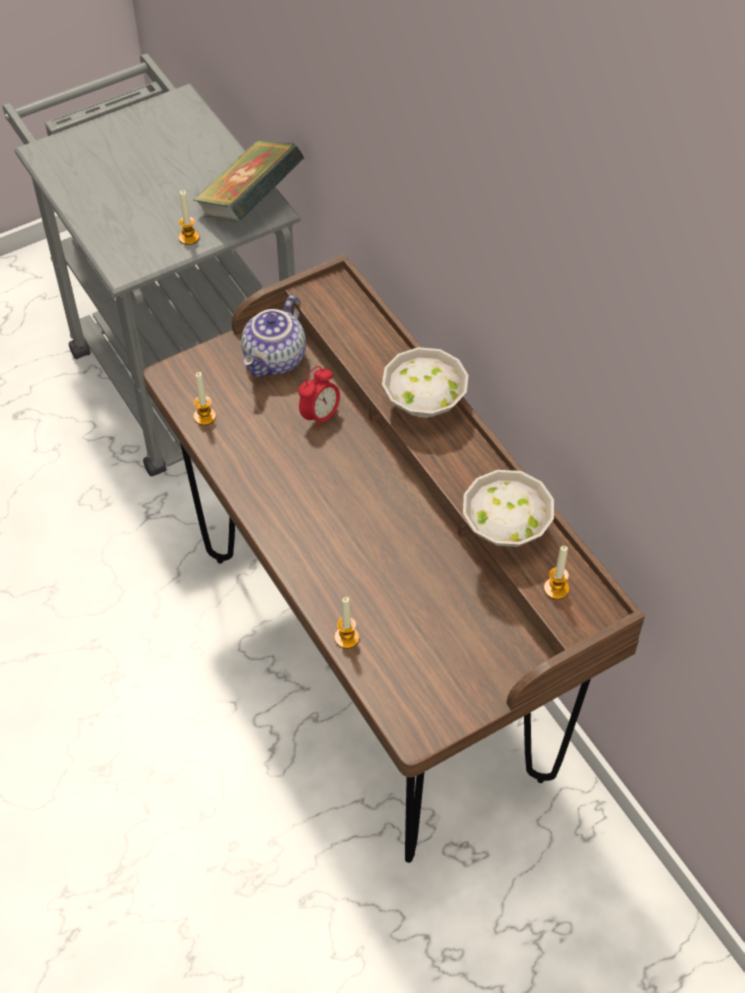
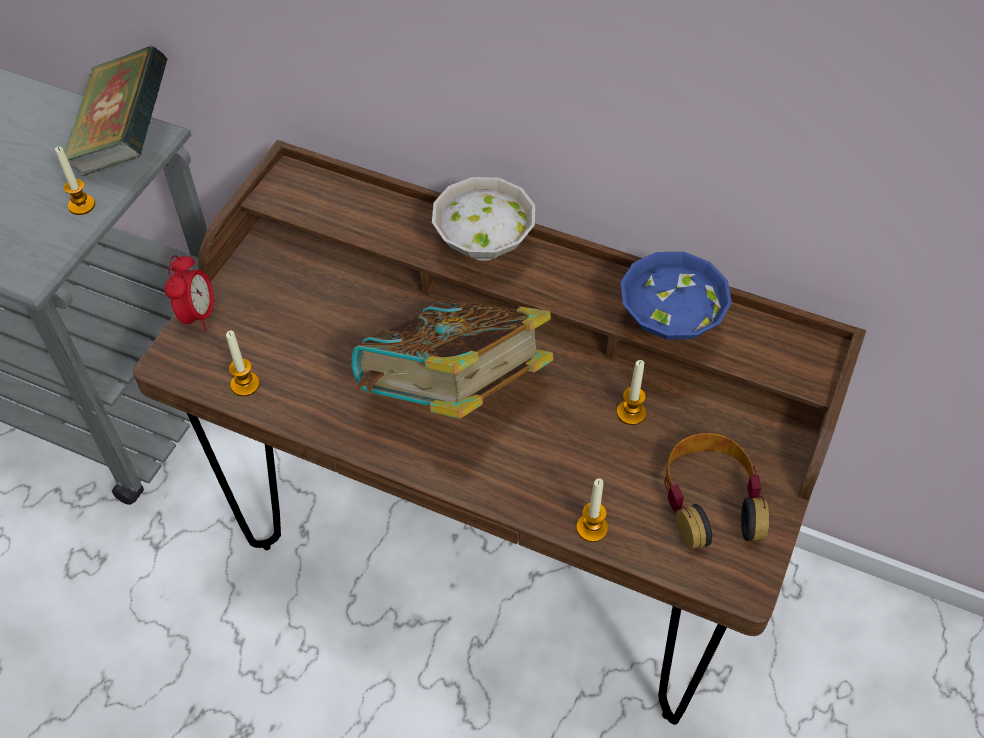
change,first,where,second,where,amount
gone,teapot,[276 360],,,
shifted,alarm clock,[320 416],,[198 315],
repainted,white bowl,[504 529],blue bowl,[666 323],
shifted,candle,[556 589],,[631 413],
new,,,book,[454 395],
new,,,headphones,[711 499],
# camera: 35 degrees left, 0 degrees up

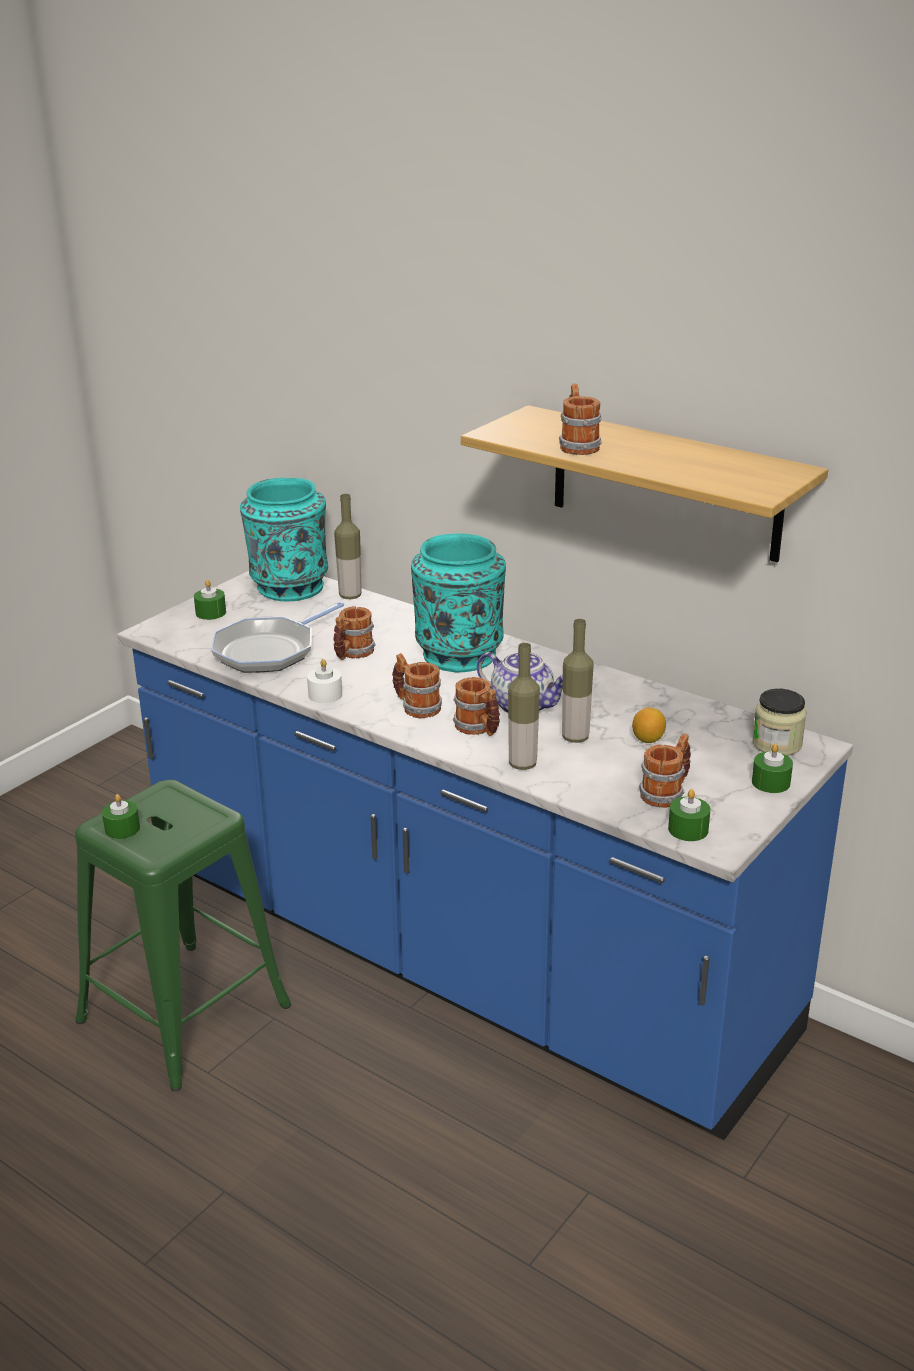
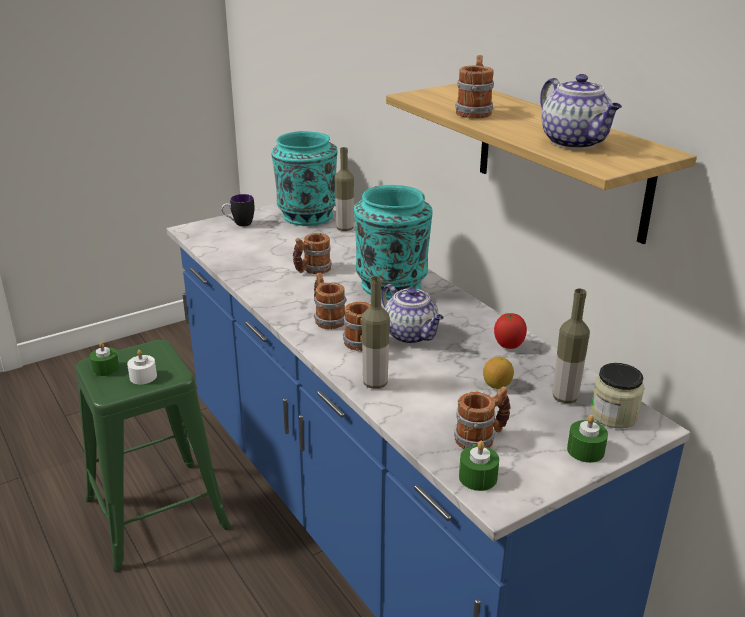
change,first,where,second,where,amount
swapped,green candle,[211 613],mug,[239 224],
gone,frying pan,[269 650],,,
shifted,bottle,[575 737],,[565 398],
shifted,white candle,[325 695],,[143 376],
new,,,teapot,[575 142],
new,,,tomato,[508 346],
# camera: 20 degrees right, 0 degrees up

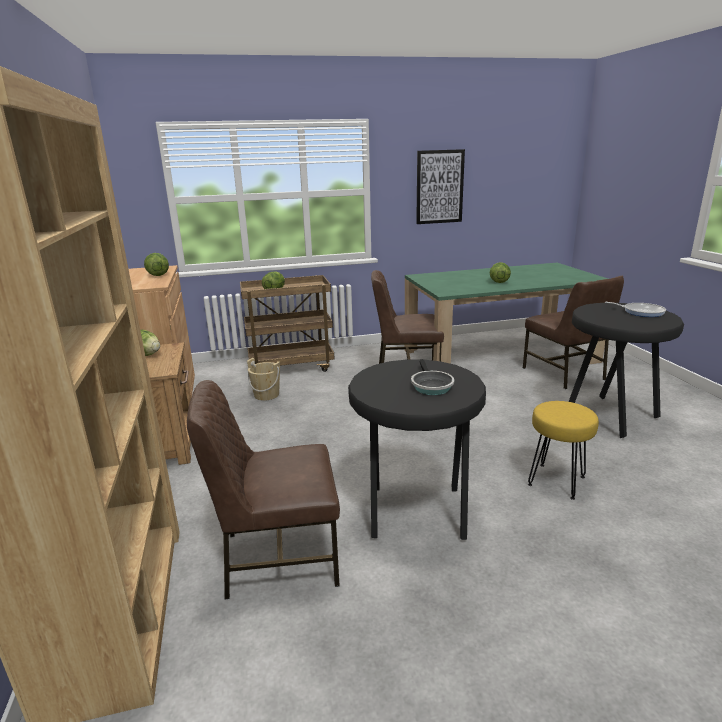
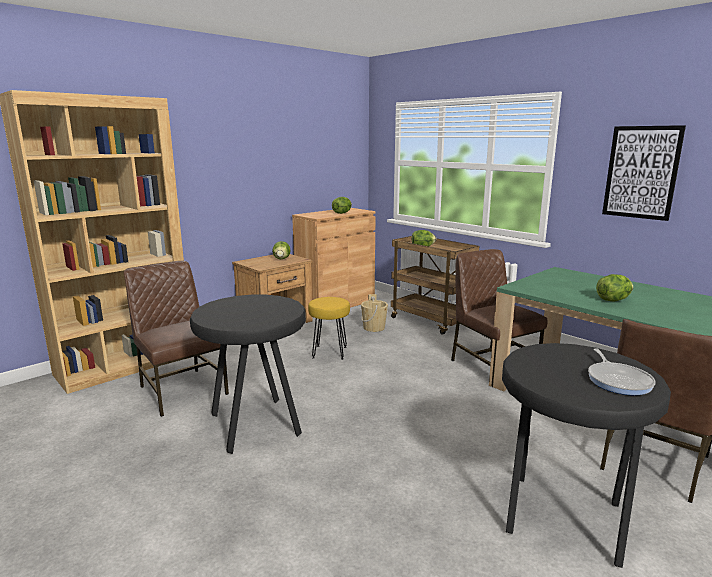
change,first,where,second,where,amount
gone,frying pan,[430 386],,,
shifted,yellow stool,[556 480],,[330 352],
# camera: 60 degrees right, 5 degrees down

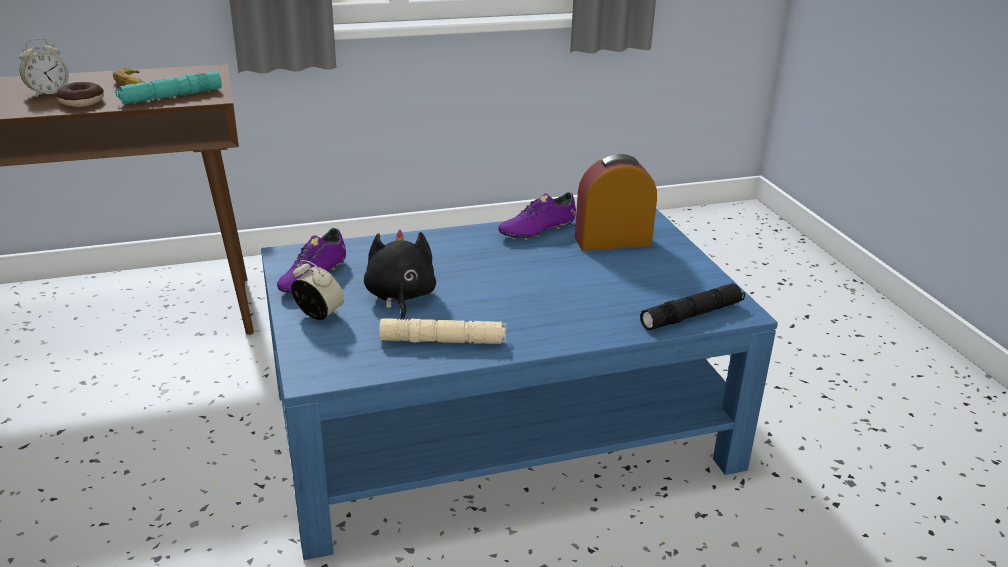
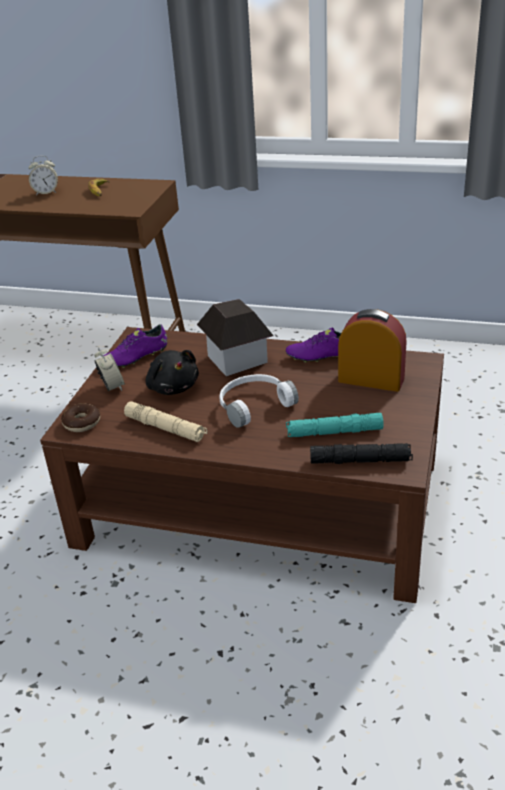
change,first,where,second,where,amount
shifted,turquoise flashlight,[171 96],,[334 432],
shifted,donut,[82 102],,[82 423],
repainted,blue coffee table,[498 427],brown coffee table,[258 502],
rotated,black plush toy,[400 297],,[172 387],120 degrees clockwise
new,,,toy house,[237 359],
new,,,white headphones,[254 405],
# camera: 35 degrees right, 5 degrees up

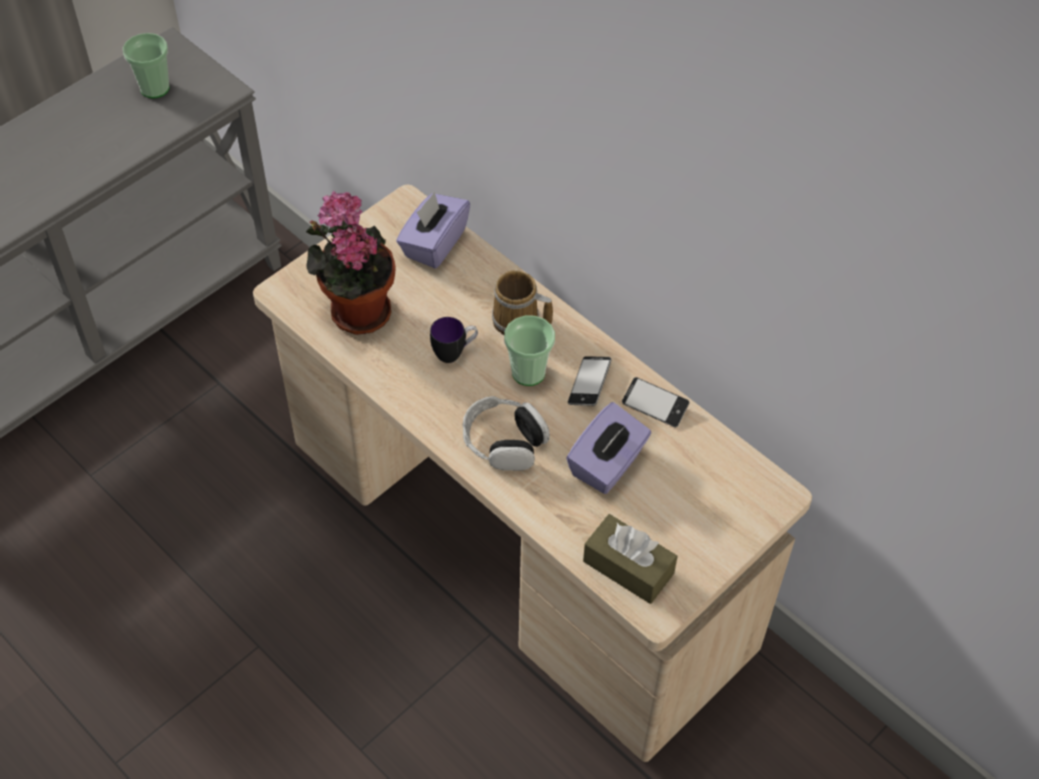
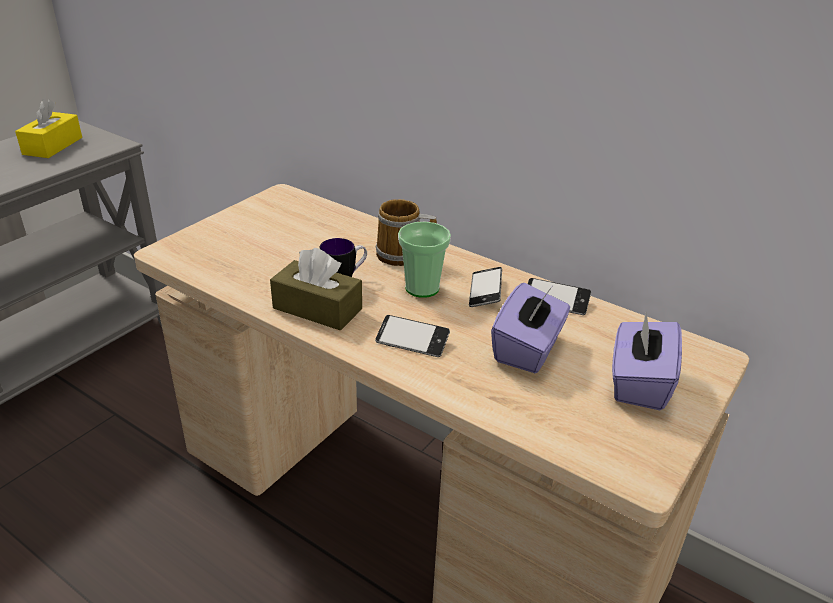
change,first,where,second,where,amount
swapped,cup,[155 88],yellow tissue box,[53 146],
gone,potted plant,[356 309],,,
shifted,purple tissue box,[434 244],,[638 383],
swapped,headphones,[504 442],phone,[412 341],
shifted,brown tissue box,[628 567],,[317 308],
# camera: 10 degrees left, 20 degrees down

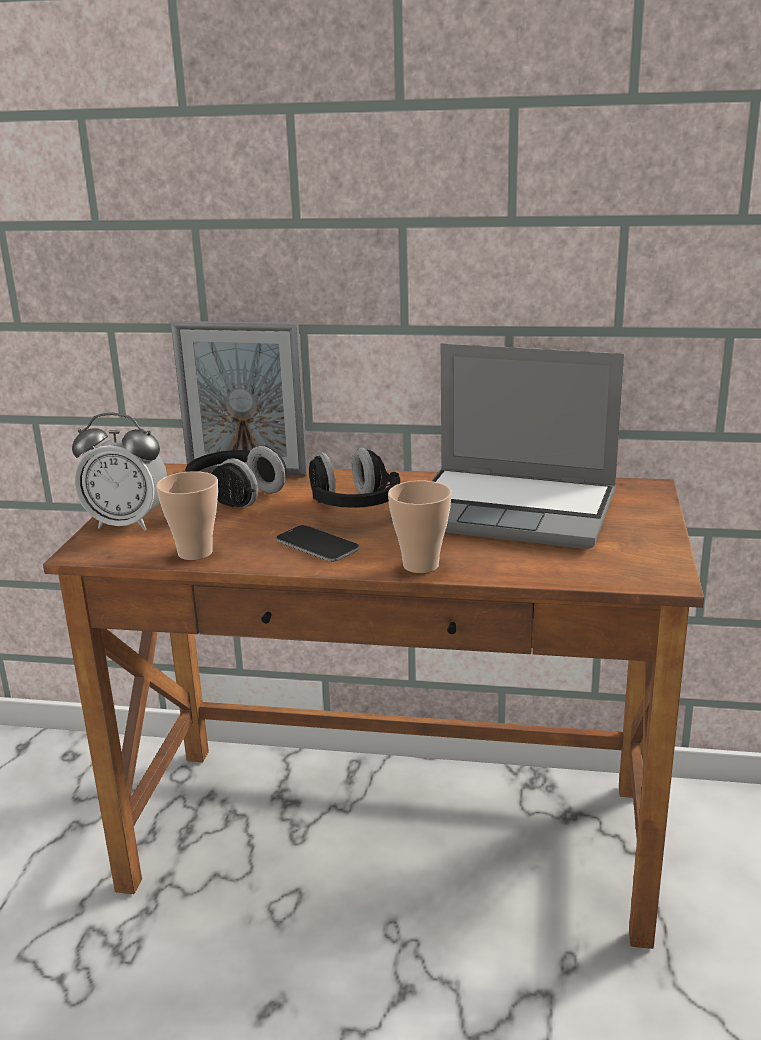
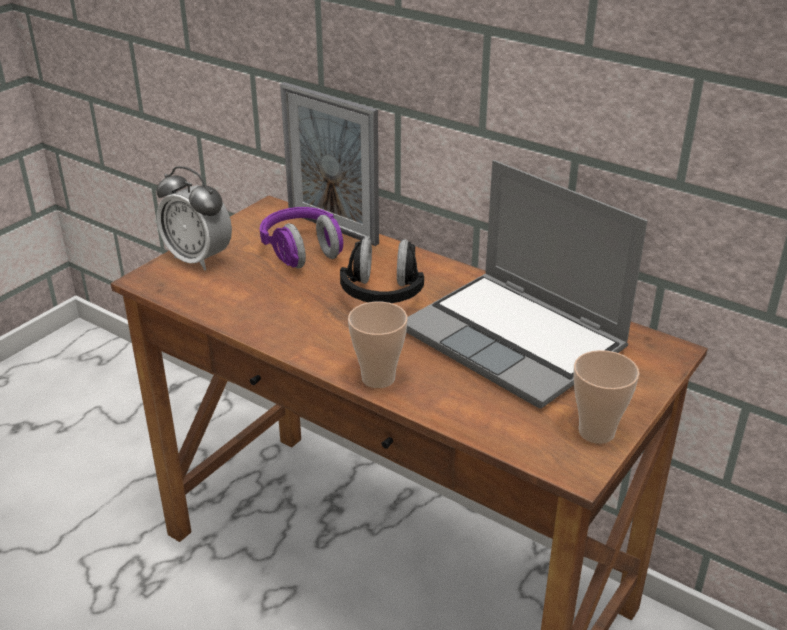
change,first,where,second,where,amount
repainted,black headphones,[236 495],purple headphones,[302 252],
shifted,cup,[195 553],,[596 432],
gone,phone,[317 545],,,
# camera: 25 degrees right, 10 degrees up

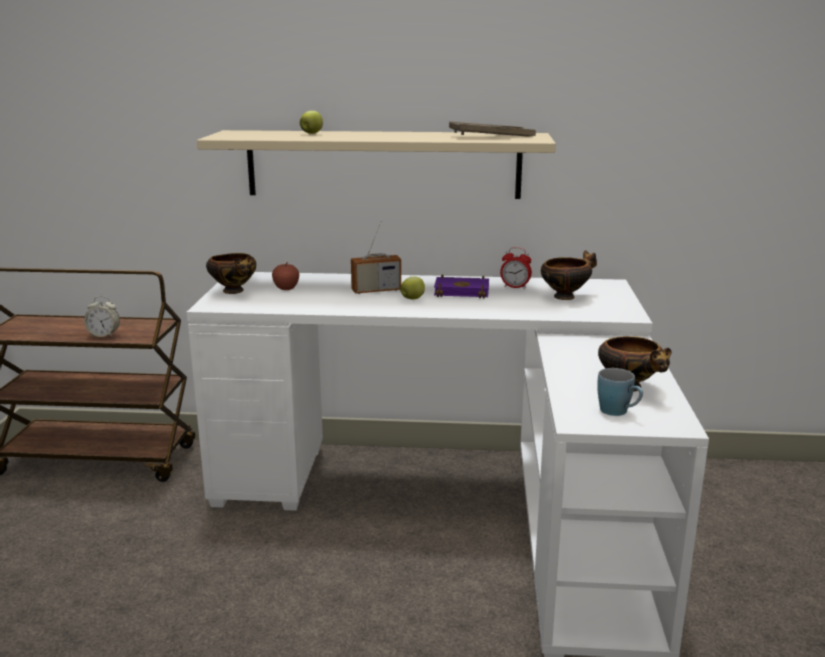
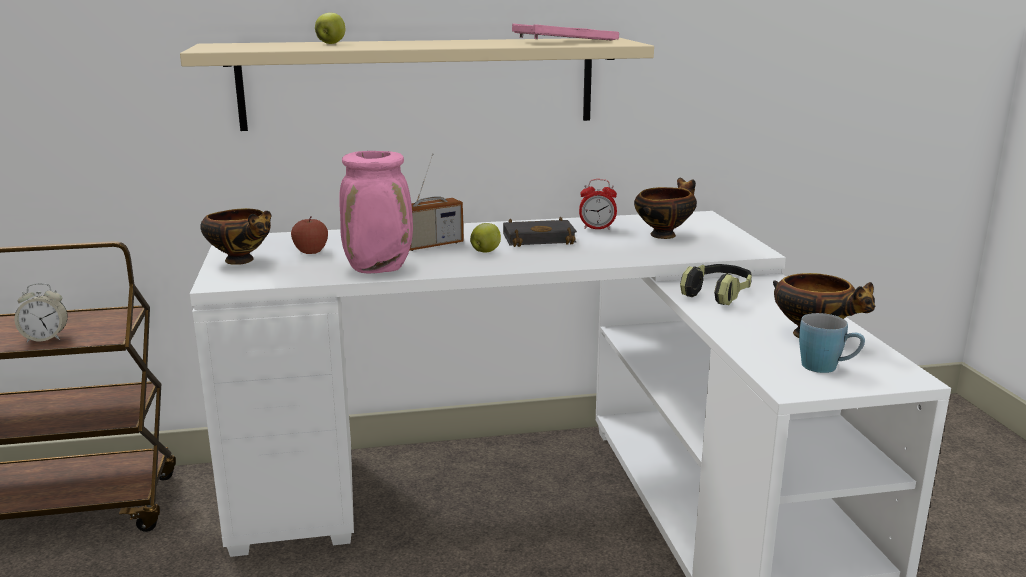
change,first,where,second,where,amount
repainted,brown tray,[491 136],pink tray,[565 41],
repainted,purple book,[463 291],black book,[540 238],
new,,,pink vase,[380 269],
new,,,headphones,[717 294],
# camera: 15 degrees left, 0 degrees up

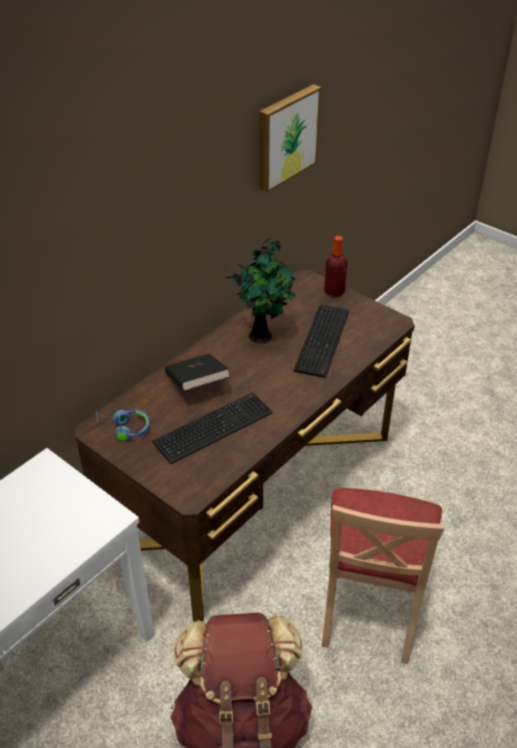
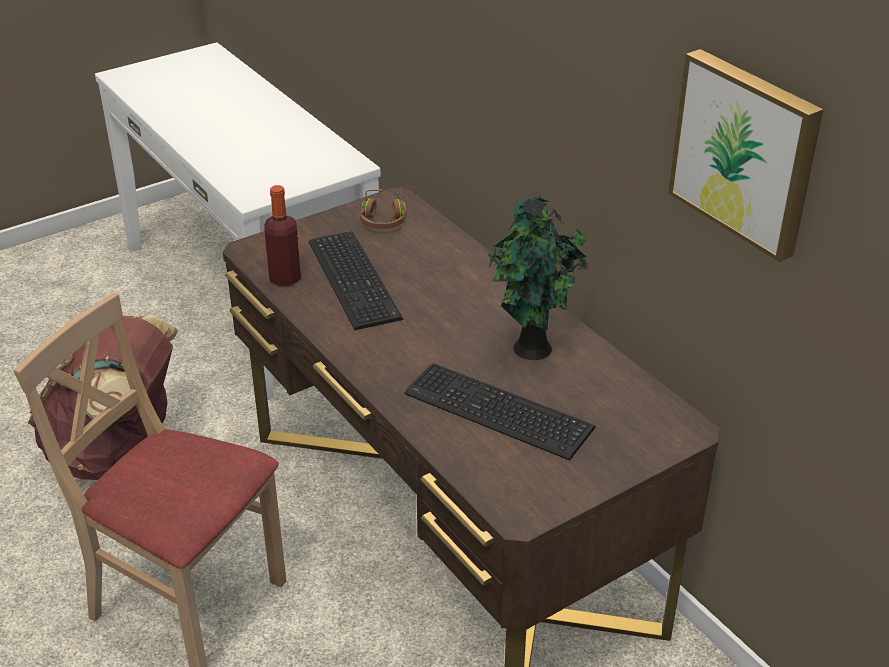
change,first,where,second,where,amount
shifted,bottle,[334 292],,[285 278],
gone,black book,[197 384],,,
repainted,blue headphones,[123 428],brown headphones,[387 217],
# camera: 105 degrees right, 5 degrees down

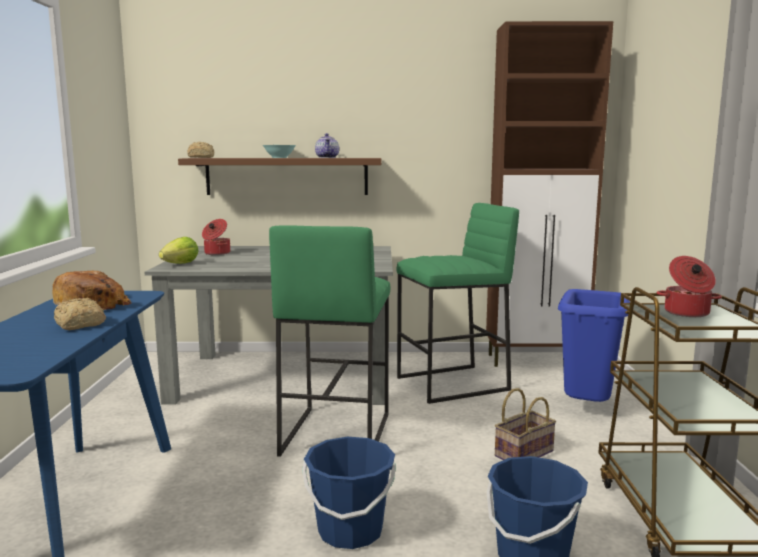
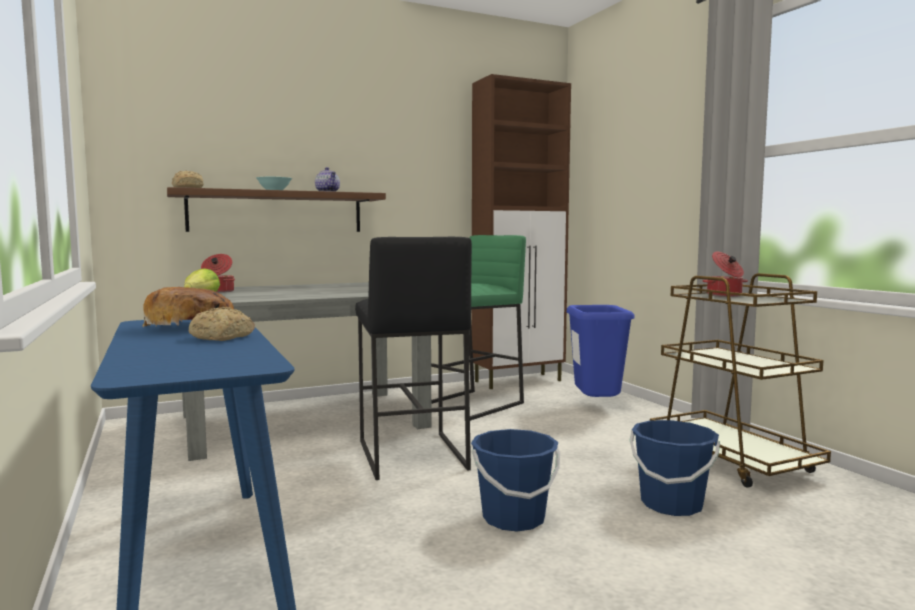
change,first,where,second,where,amount
repainted,green stool,[335 434],black stool,[410 455],
gone,basket,[524 453],,,
# camera: 25 degrees left, 5 degrees down

